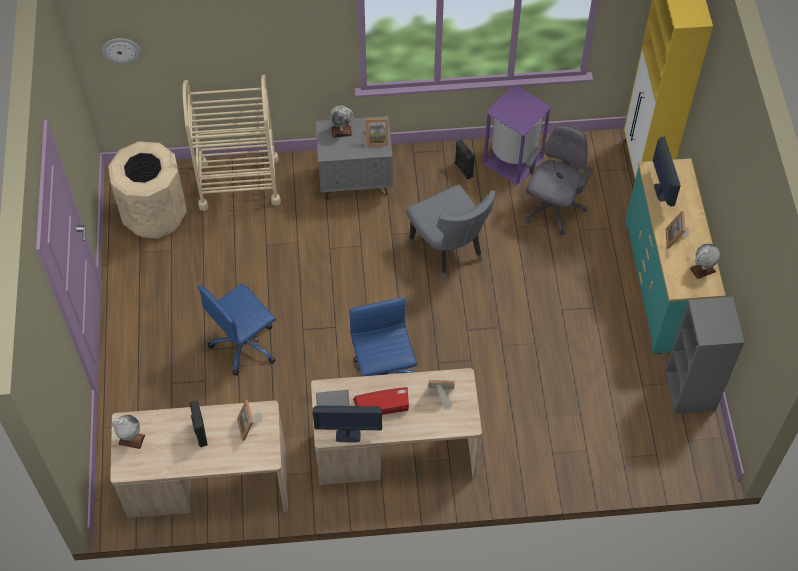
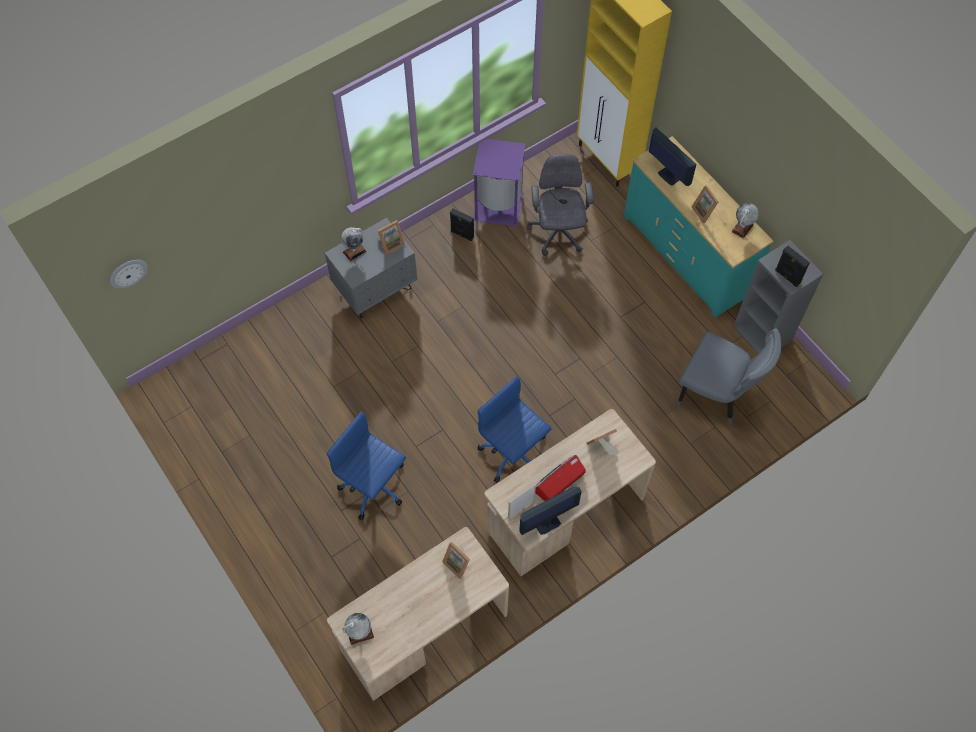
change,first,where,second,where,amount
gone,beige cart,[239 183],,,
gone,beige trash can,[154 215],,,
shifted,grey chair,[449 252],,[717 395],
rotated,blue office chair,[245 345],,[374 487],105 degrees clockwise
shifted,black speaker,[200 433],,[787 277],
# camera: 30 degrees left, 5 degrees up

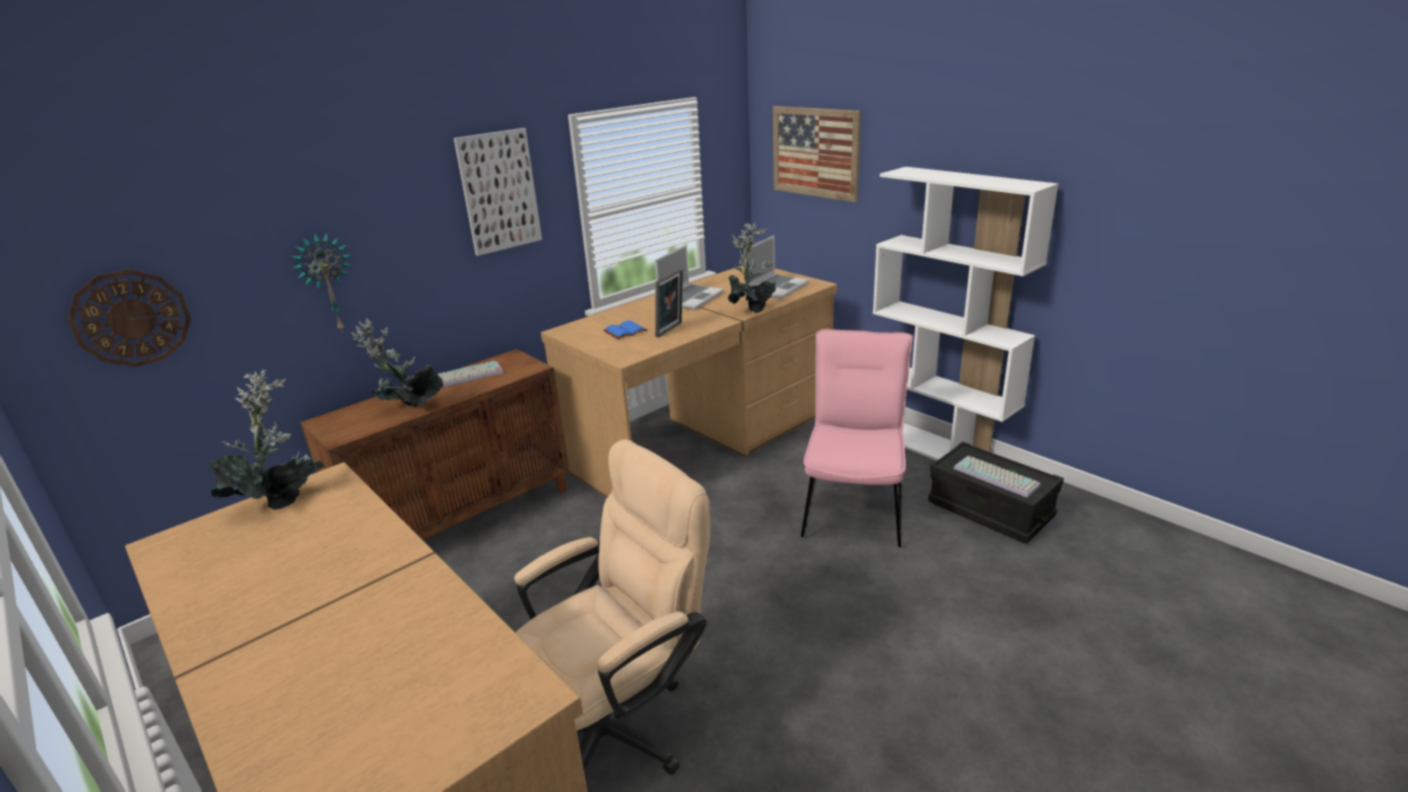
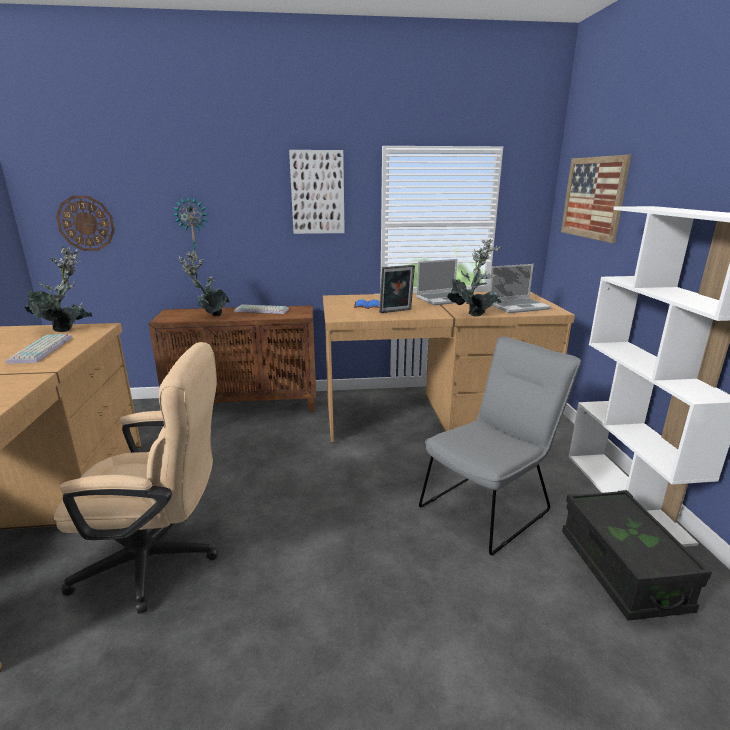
change,first,where,second,where,amount
repainted,pink chair,[854 506],grey chair,[490 505],
shifted,keyboard,[997 476],,[43 350],
# camera: 35 degrees right, 5 degrees down

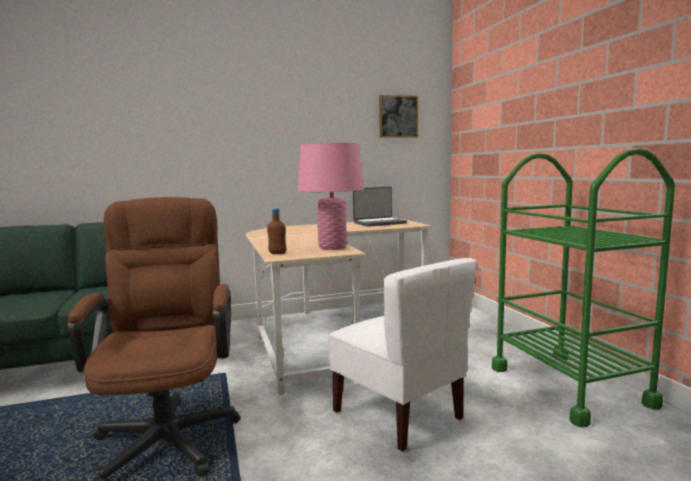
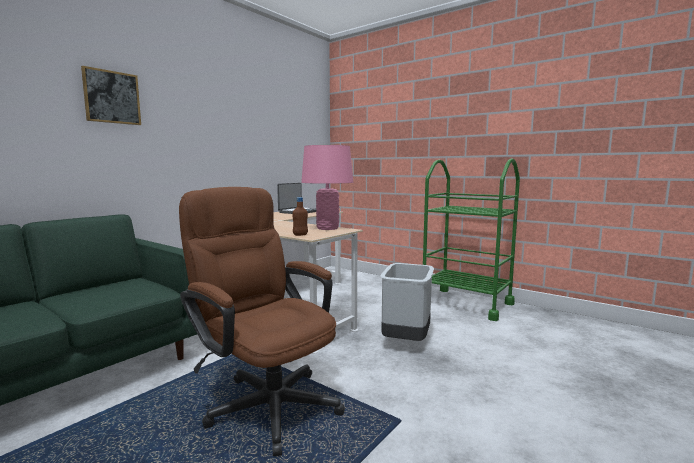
change,first,where,second,where,amount
shifted,picture,[398 116],,[112 97],
swapped,white chair,[399 415],grey trash can,[407 340],
# camera: 35 degrees left, 0 degrees up

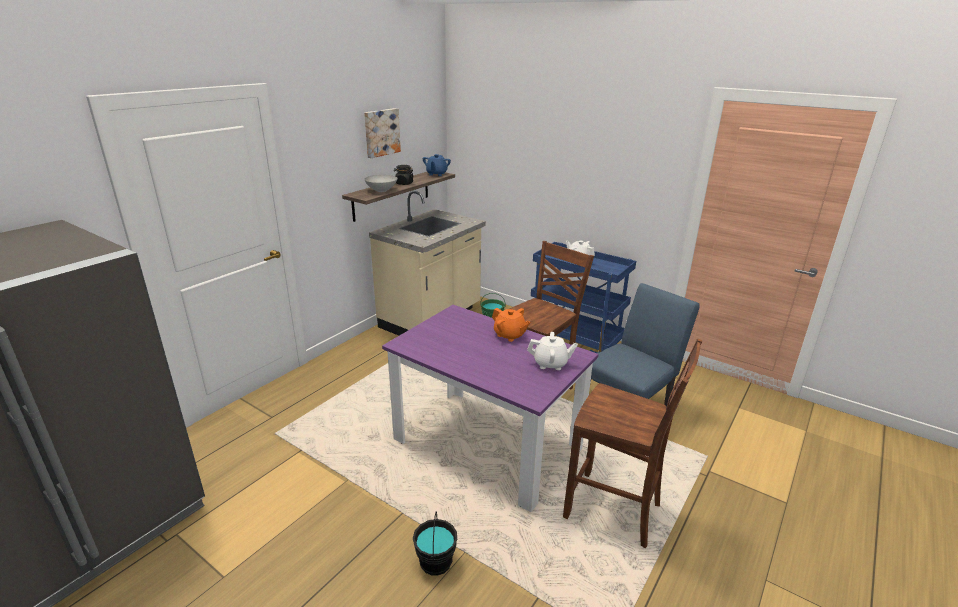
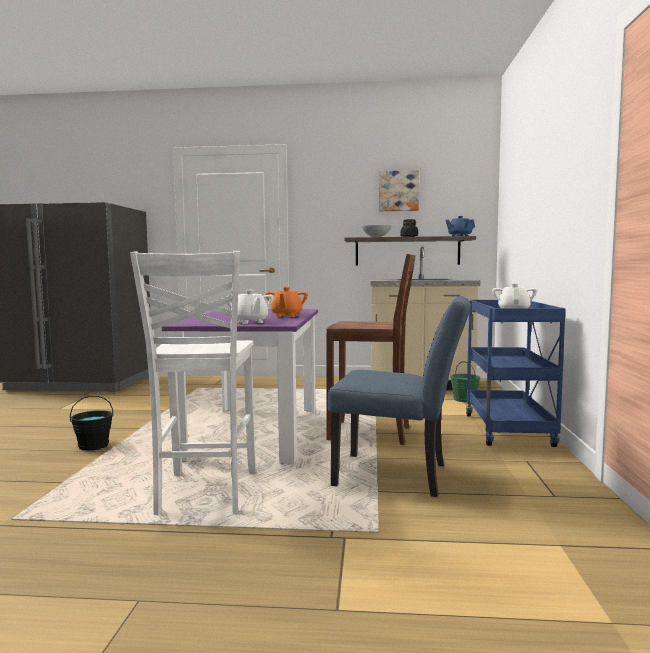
change,first,where,second,where,amount
repainted,brown chair,[614 511],white chair,[204 494],
# camera: 60 degrees right, 20 degrees down

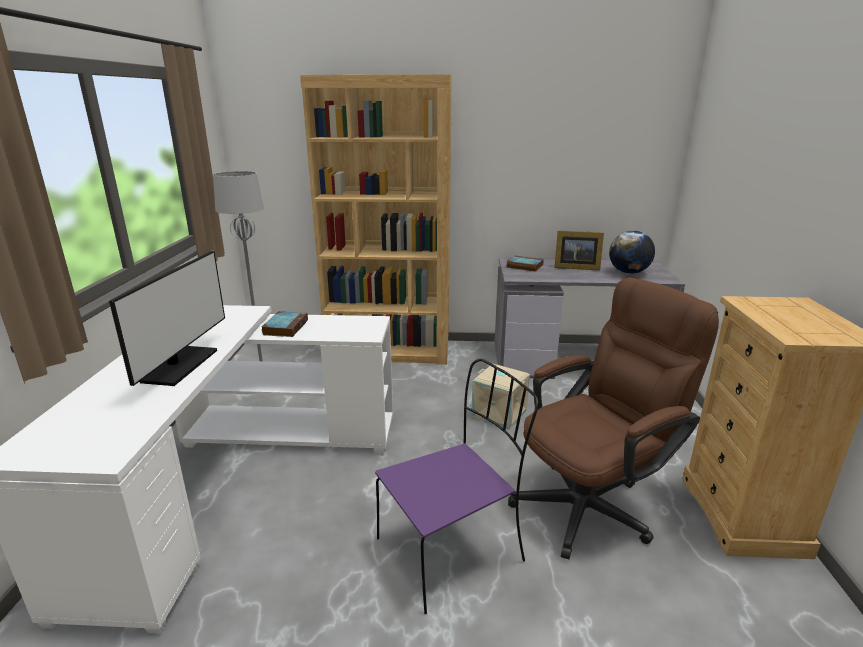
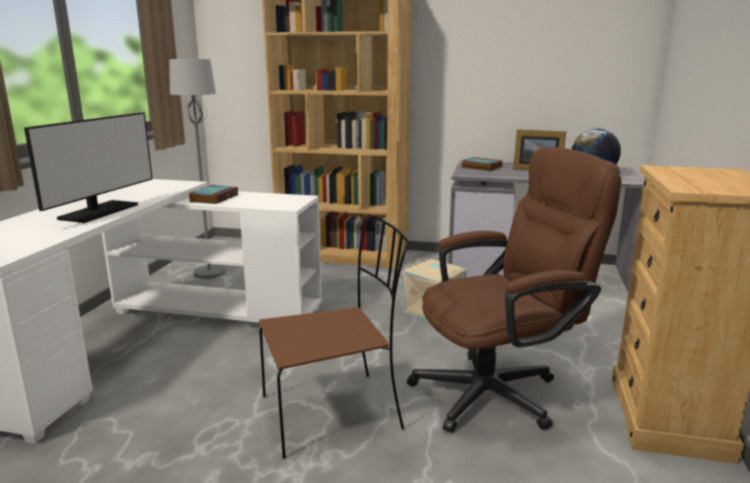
change,first,where,second,where,amount
repainted,purple chair,[452 548],brown chair,[334 412],
# camera: 10 degrees right, 5 degrees down

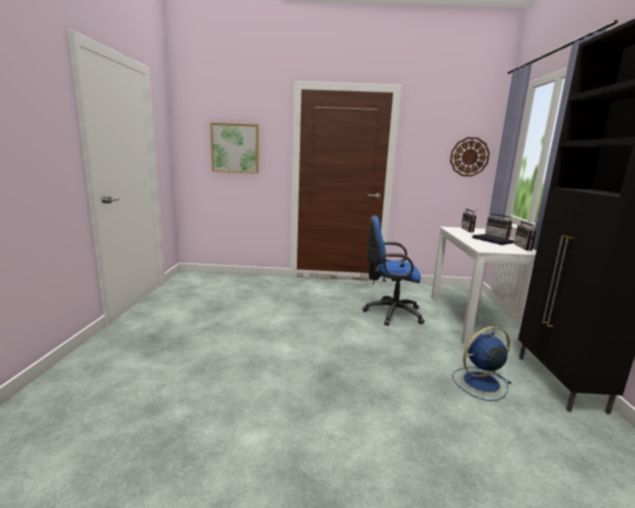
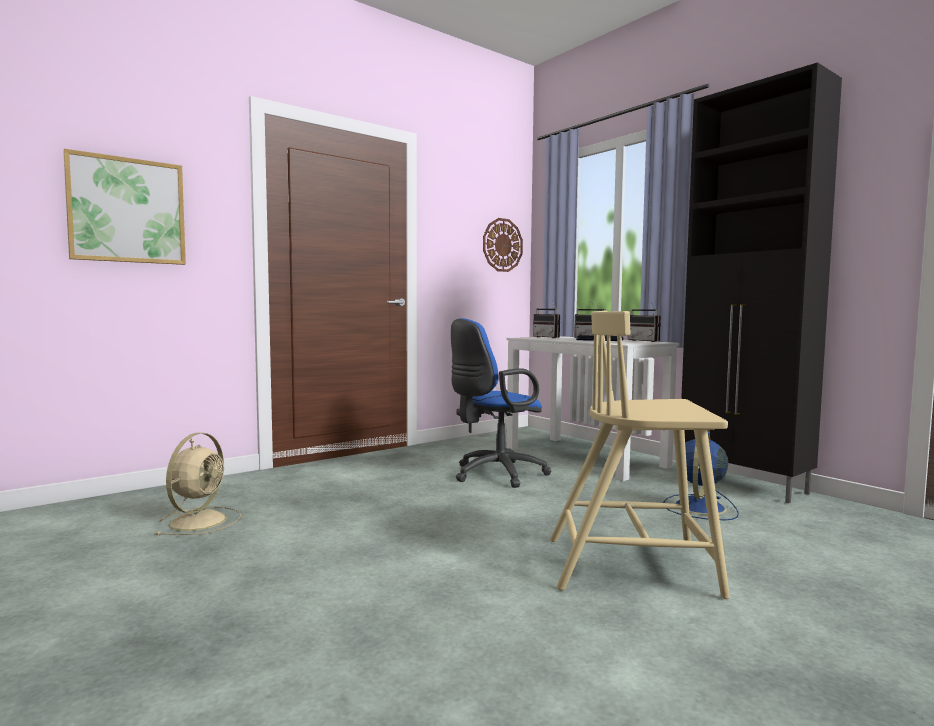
change,first,where,second,where,amount
new,,,beige chair,[634 566],
new,,,beige fan,[200 520],
# camera: 40 degrees left, 10 degrees down

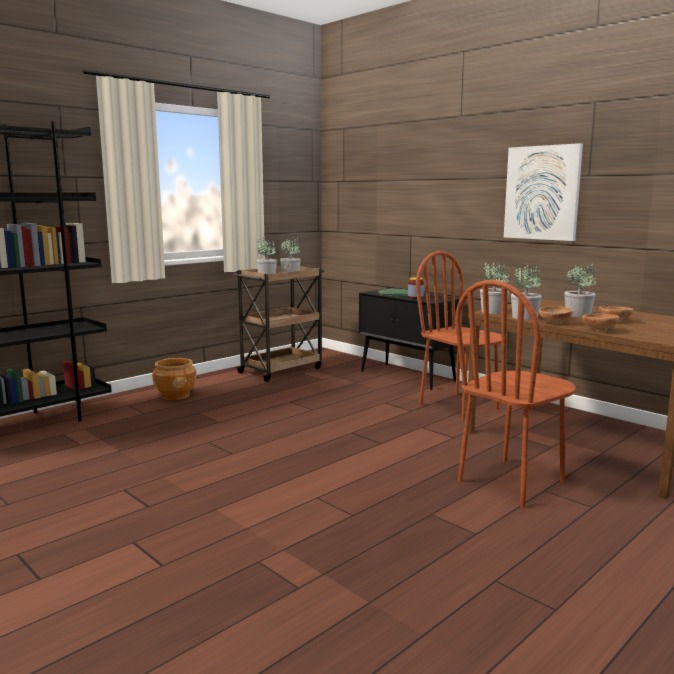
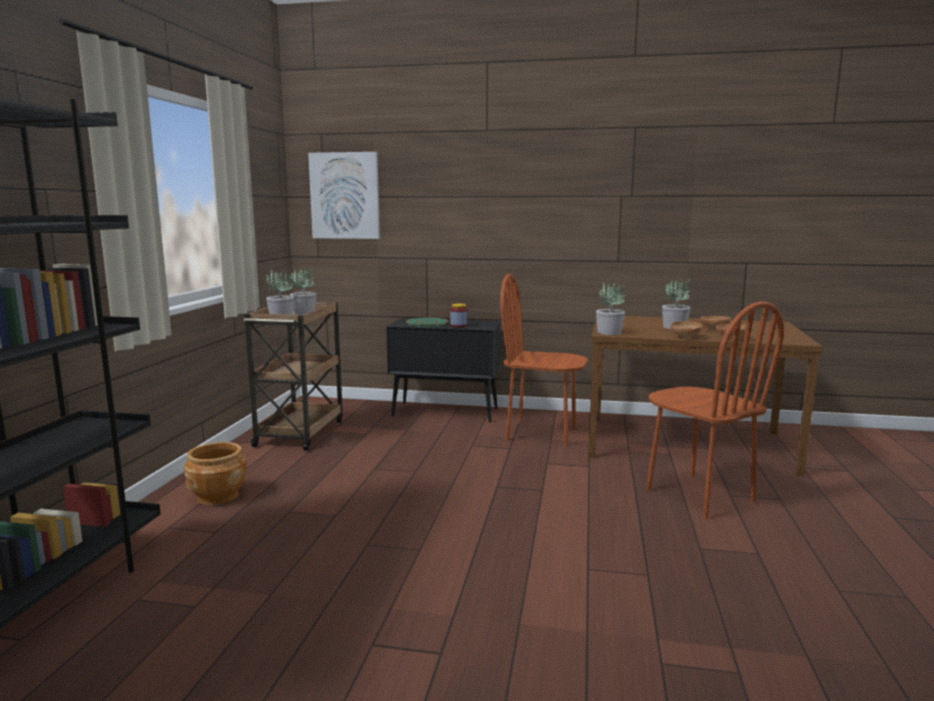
change,first,where,second,where,amount
shifted,picture,[542 193],,[345 196],
gone,potted plant,[525 317],,,
rotated,brown chair,[511 482],,[699 495],45 degrees counterclockwise
# camera: 35 degrees left, 0 degrees up

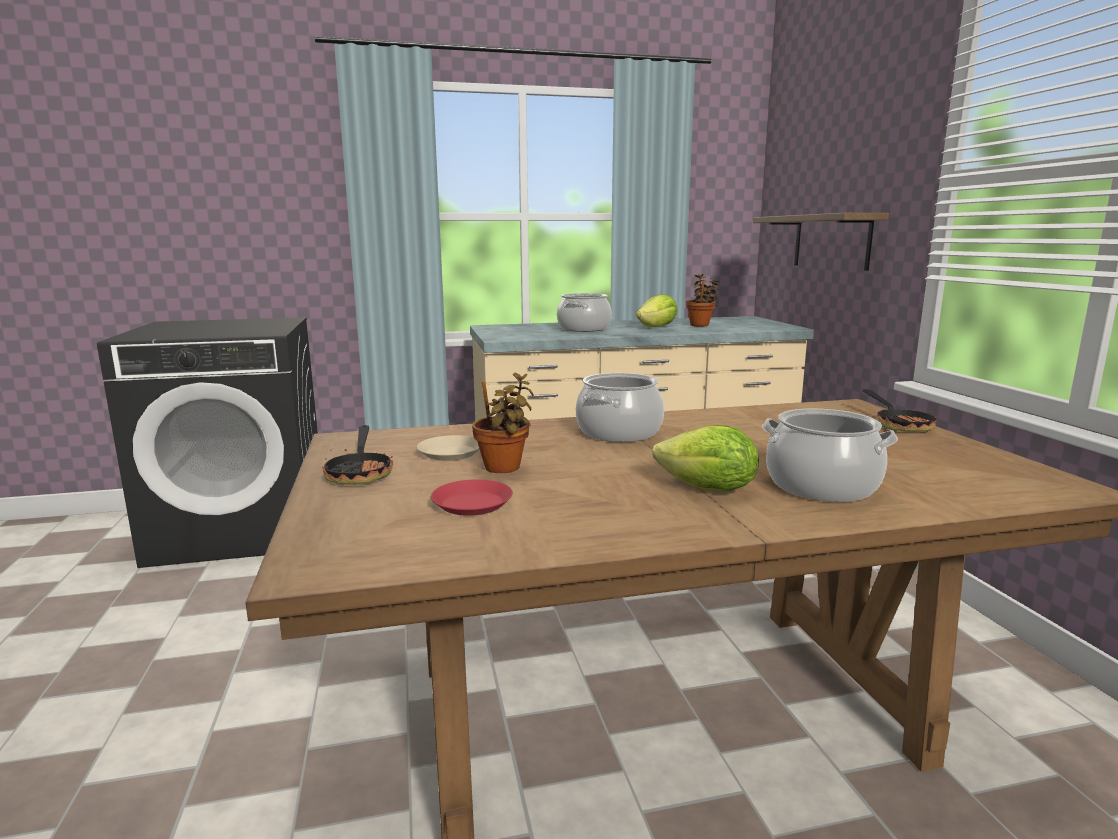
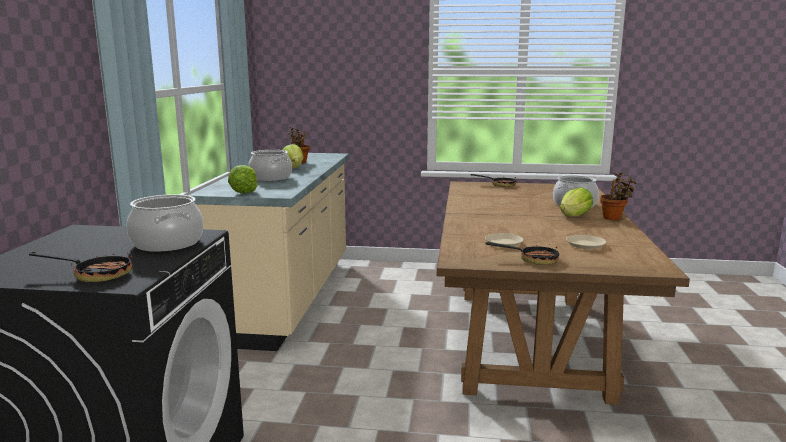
change,first,where,second,where,amount
gone,shelf,[831 241],,,
shifted,potted plant,[504 469],,[613 218],
shifted,cooking pot,[619 432],,[168 243],
repainted,red plate,[472 503],beige plate,[585 245],
new,,,lettuce,[244 192],
new,,,frying pan,[95 275],
# camera: 70 degrees left, 0 degrees up

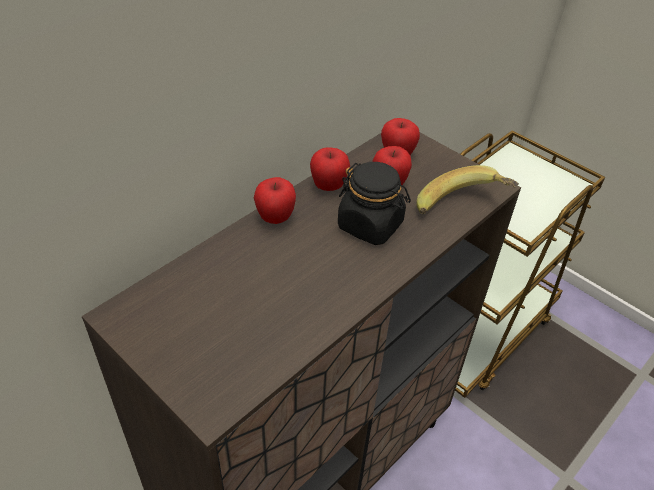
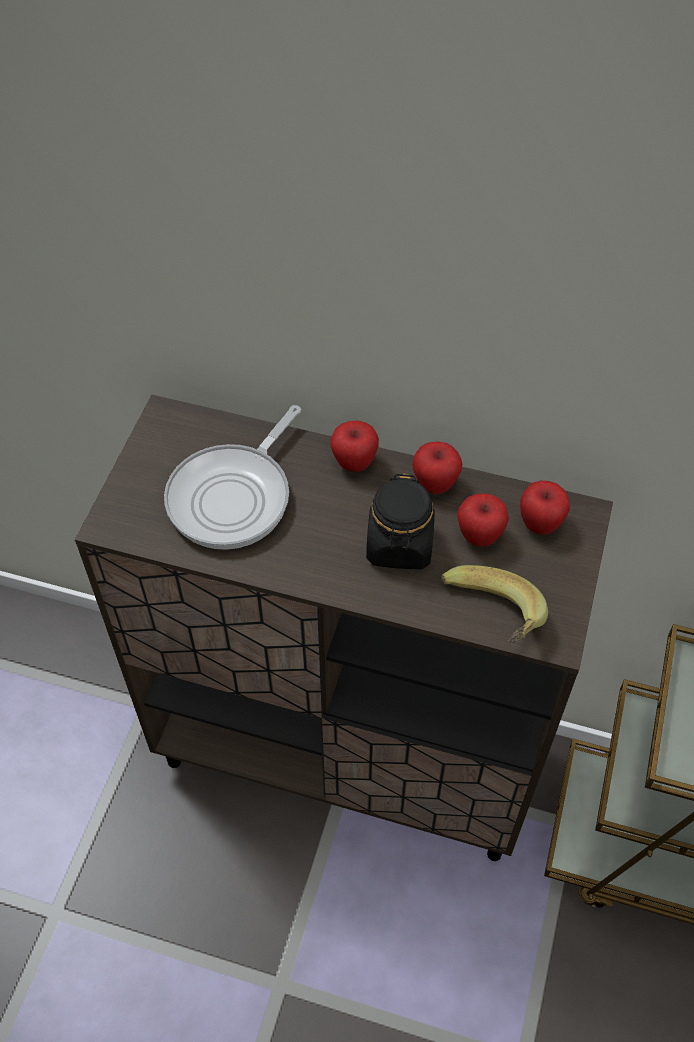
change,first,where,second,where,amount
new,,,frying pan,[234 496],
# camera: 65 degrees right, 10 degrees up

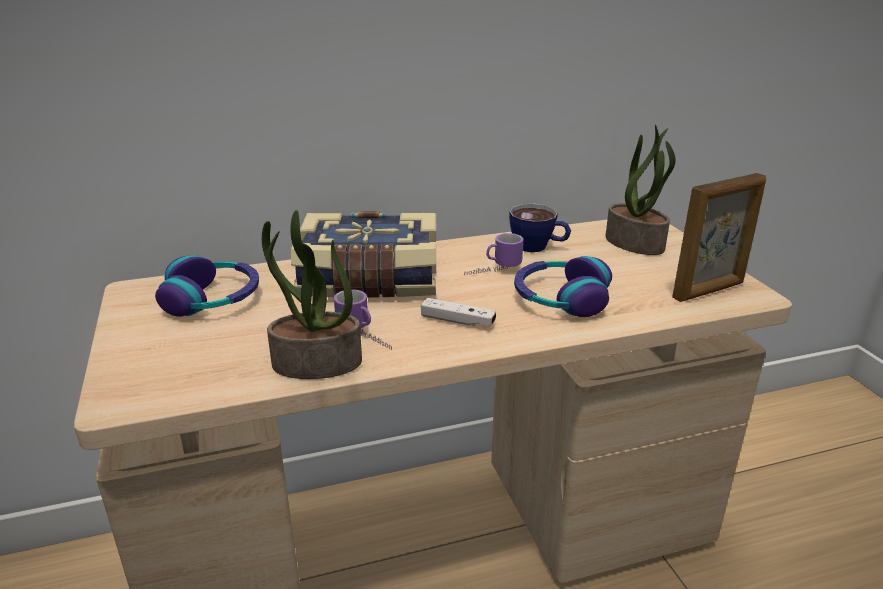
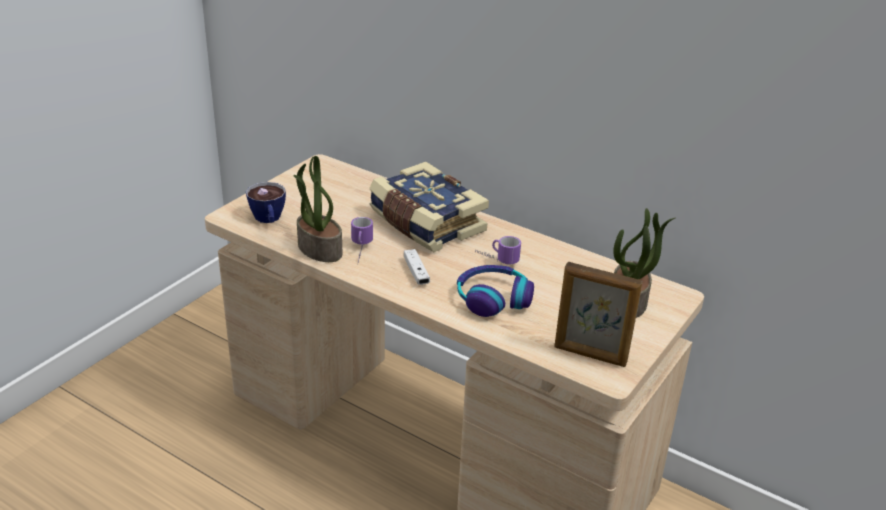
change,first,where,second,where,amount
shifted,cup,[538 247],,[268 220],
gone,headphones,[213 299],,,
# camera: 50 degrees right, 5 degrees up

